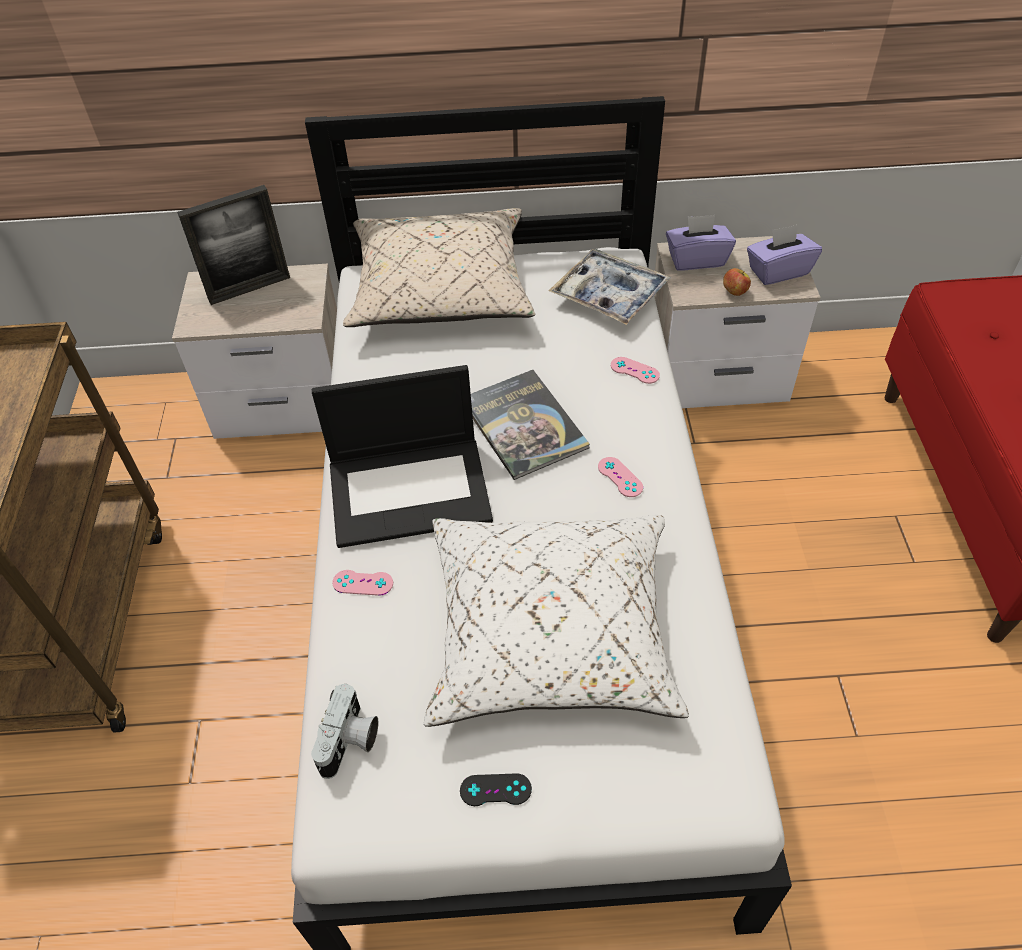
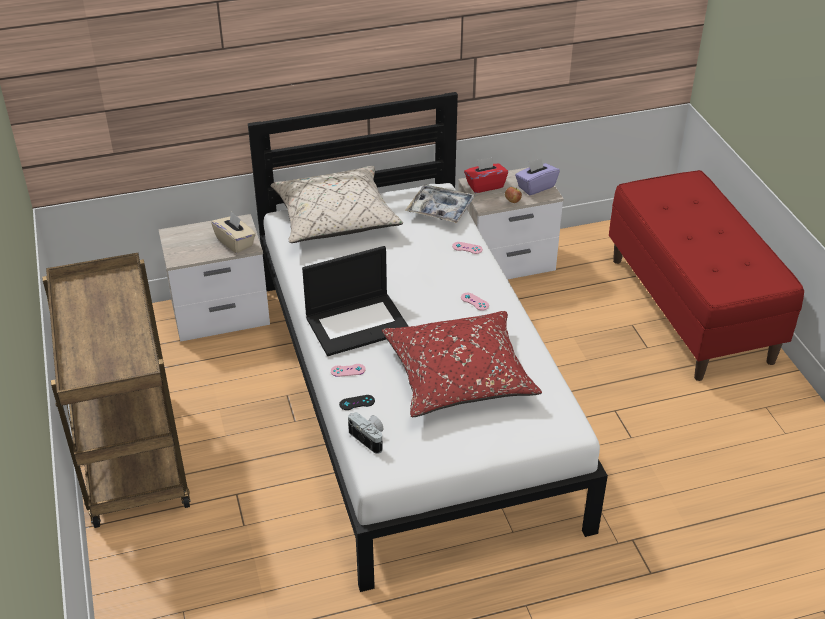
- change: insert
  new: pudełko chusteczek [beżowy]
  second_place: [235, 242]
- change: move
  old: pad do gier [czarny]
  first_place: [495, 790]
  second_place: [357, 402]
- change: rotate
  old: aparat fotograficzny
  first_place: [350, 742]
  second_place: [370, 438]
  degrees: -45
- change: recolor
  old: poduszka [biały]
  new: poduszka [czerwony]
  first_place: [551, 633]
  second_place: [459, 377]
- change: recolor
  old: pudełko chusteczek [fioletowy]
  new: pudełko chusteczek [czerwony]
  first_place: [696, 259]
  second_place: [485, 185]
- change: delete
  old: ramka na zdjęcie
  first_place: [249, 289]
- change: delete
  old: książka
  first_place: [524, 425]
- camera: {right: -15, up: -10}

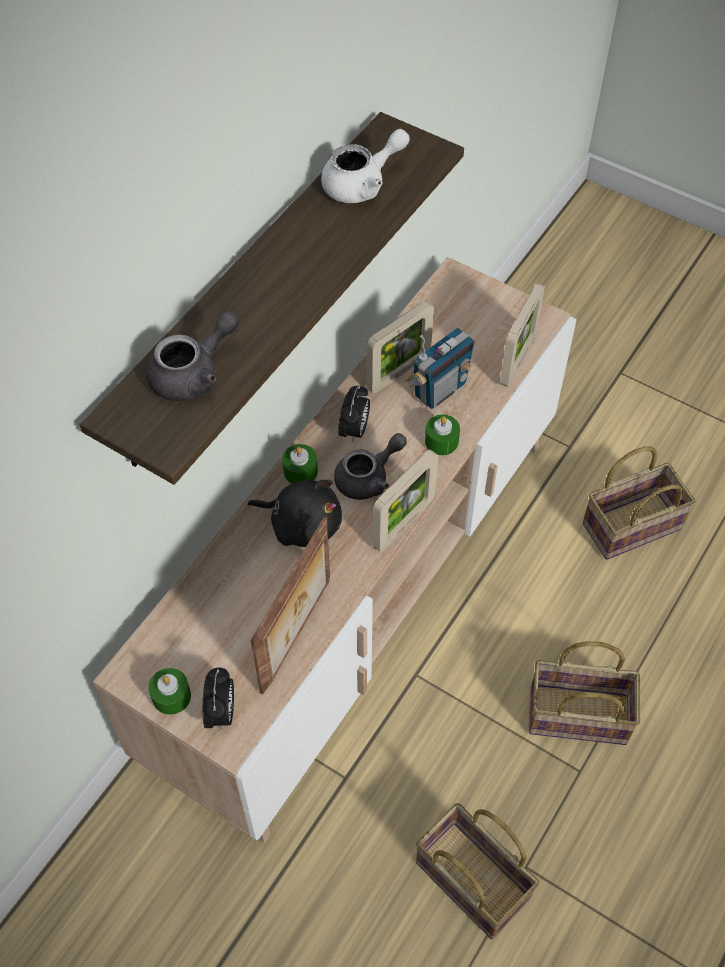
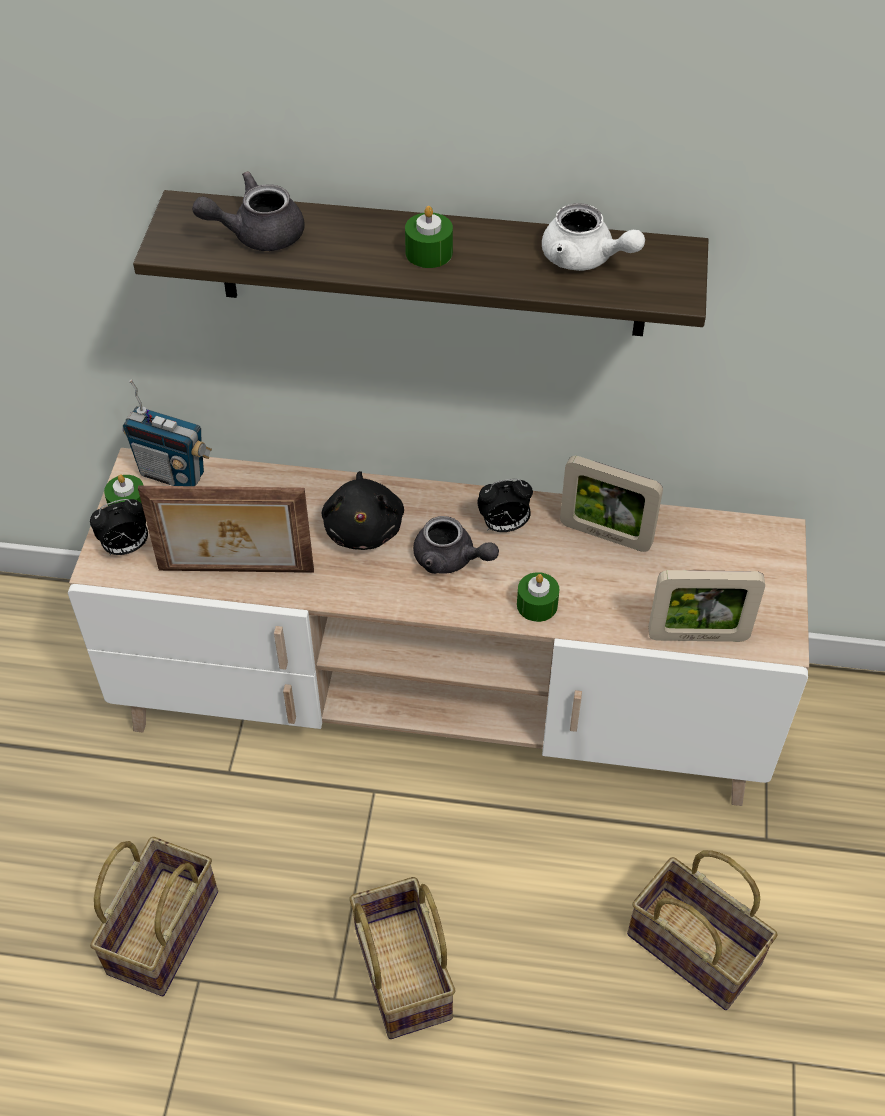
- change: move
  old: radio
  first_place: [439, 389]
  second_place: [173, 474]
- change: rotate
  old: imbryk [szary]
  first_place: [194, 374]
  second_place: [257, 234]
  degrees: 135
- change: move
  old: świeca [zielony]
  first_place: [300, 471]
  second_place: [429, 252]
- change: delete
  old: ramka na zdjęcie
  first_place: [403, 524]
- camera: {right: 65, up: -5}

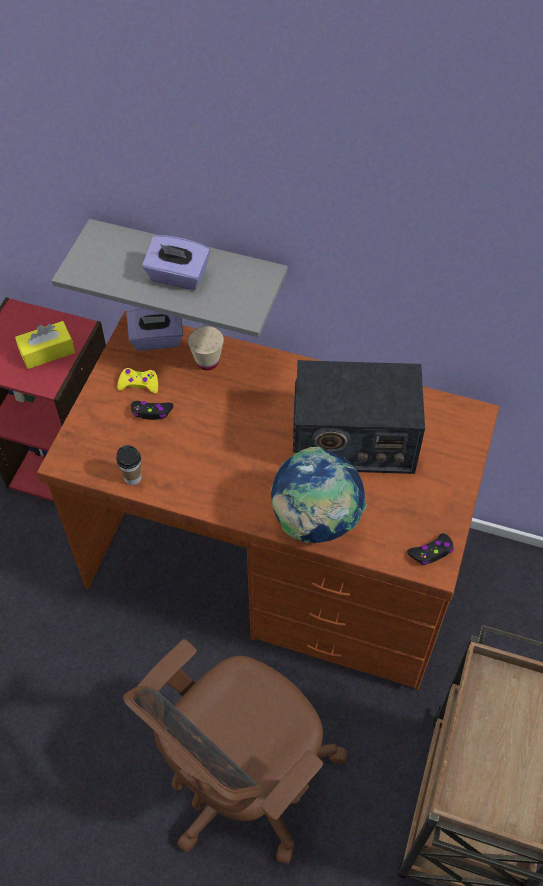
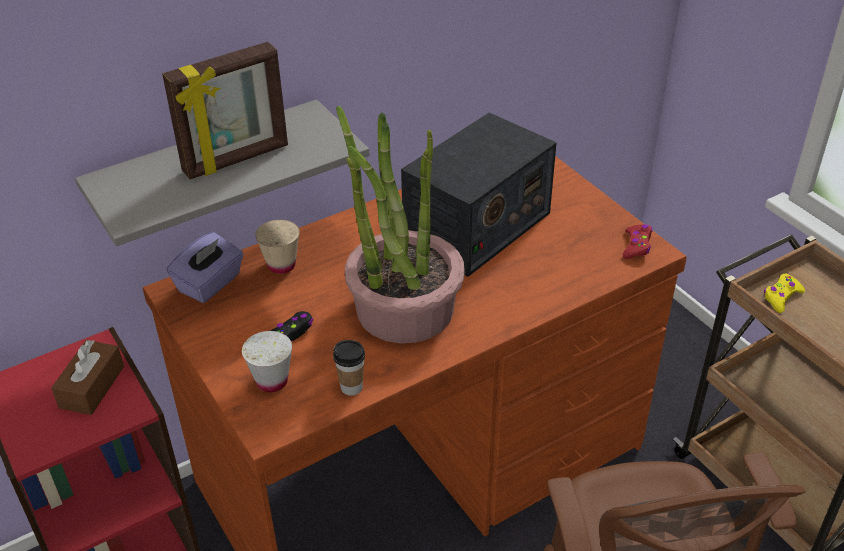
- change: recolor
  old: pudełko chusteczek [żółty]
  new: pudełko chusteczek [brązowy]
  first_place: [47, 351]
  second_place: [92, 387]
- change: replace
  old: pudełko chusteczek [fioletowy]
  new: ramka na zdjęcie
  first_place: [177, 276]
  second_place: [236, 160]
- change: insert
  new: filiżanka [biały]
  second_place: [272, 381]
- change: insert
  new: roślina doniczkowa
  second_place: [404, 308]
- change: recolor
  old: pad do gier [czarny]
  new: pad do gier [czerwony]
  first_place: [431, 552]
  second_place: [636, 246]
- change: move
  old: pad do gier [żółty]
  first_place: [139, 384]
  second_place: [781, 297]
- change: delete
  old: globus
  first_place: [314, 521]
- camera: {right: -50, up: -15}

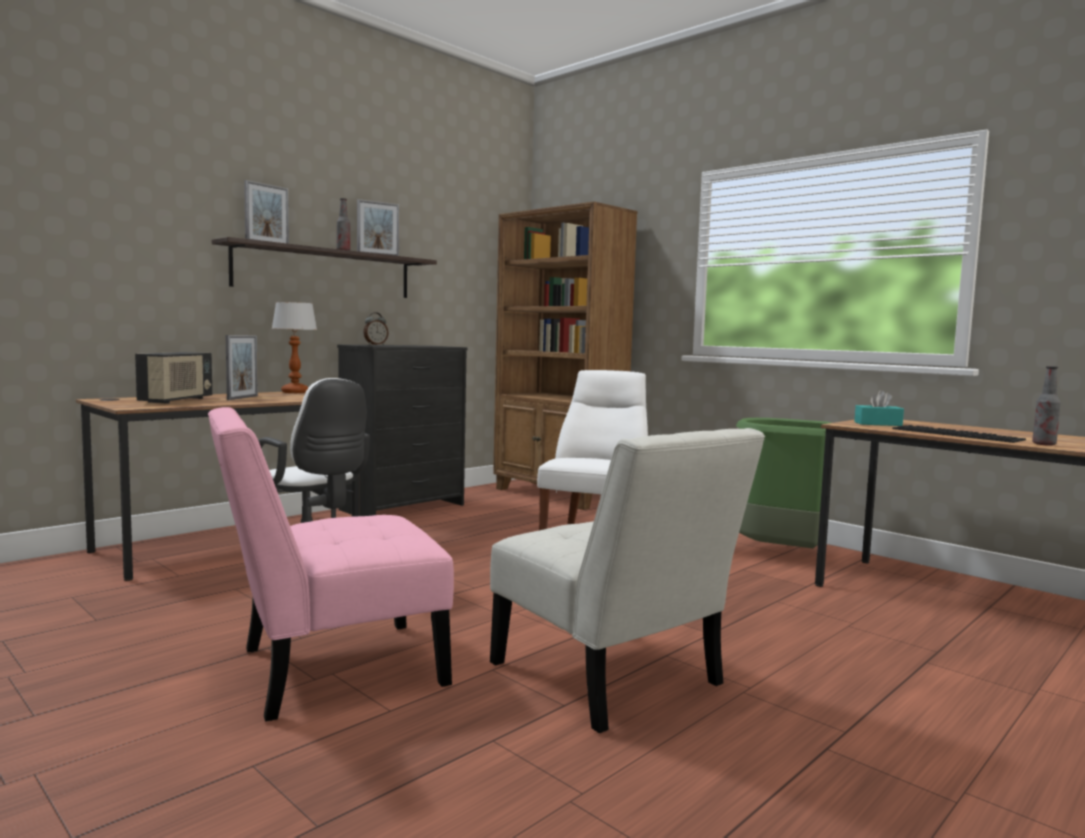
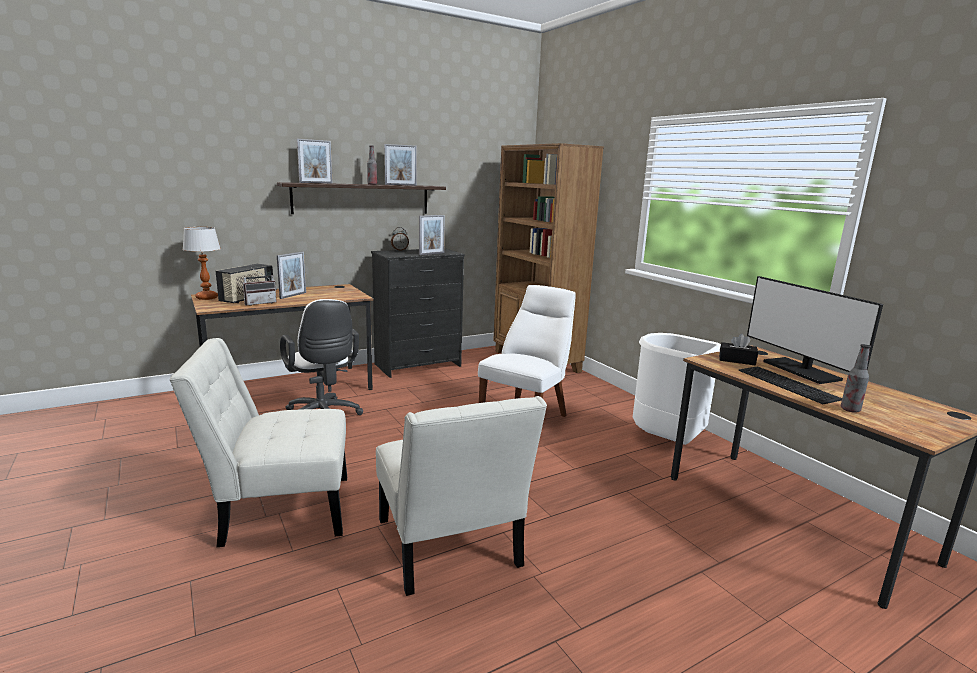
- change: recolor
  old: krzesło [różowy]
  new: krzesło [biały]
  first_place: [329, 669]
  second_place: [279, 509]
- change: move
  old: lampa stołowa
  first_place: [294, 392]
  second_place: [206, 298]
- change: insert
  new: radio
  second_place: [260, 303]
- change: insert
  new: ramka na zdjęcie
  second_place: [431, 254]
- change: recolor
  old: kosz na śmieci [zielony]
  new: kosz na śmieci [biały]
  first_place: [780, 554]
  second_place: [666, 441]
- change: recolor
  old: pudełko chusteczek [turkusowy]
  new: pudełko chusteczek [czarny]
  first_place: [878, 424]
  second_place: [737, 360]
- change: insert
  new: monitor
  second_place: [801, 371]
- camera: {right: 15, up: 10}

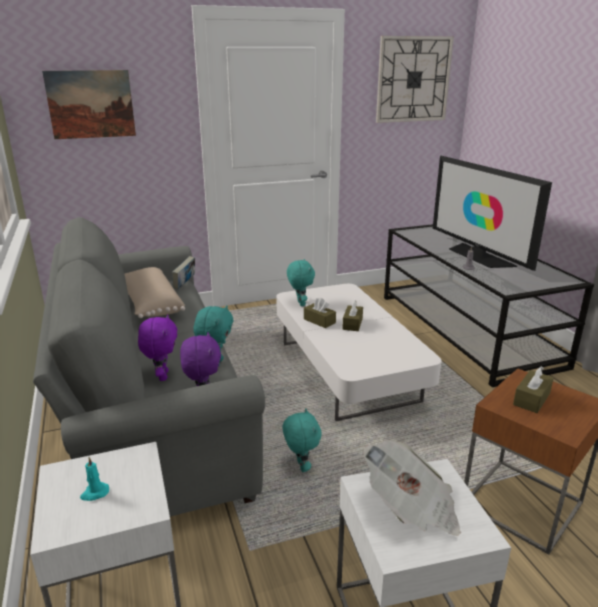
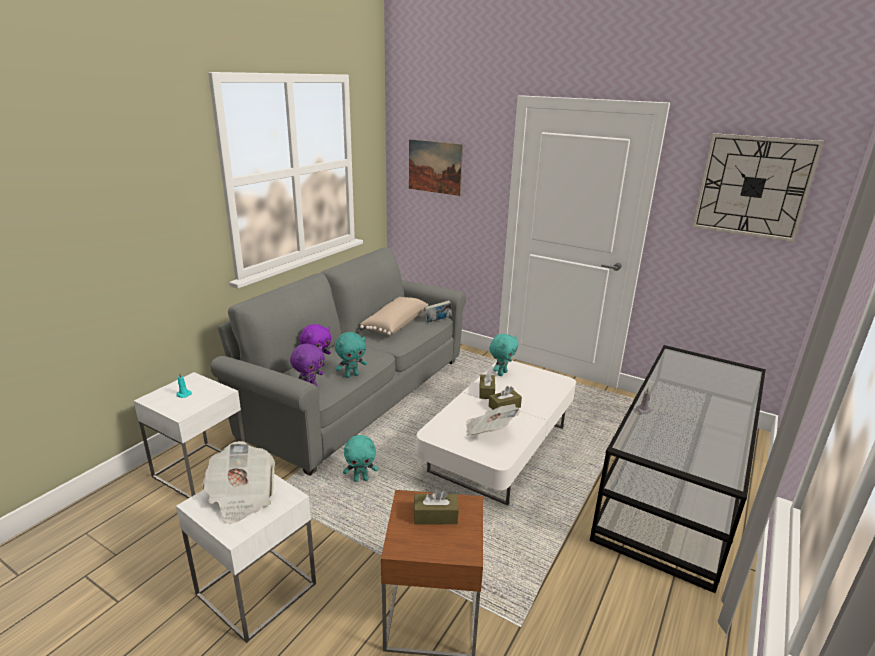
- change: rotate
  old: pluszak [turkusowy]
  first_place: [301, 466]
  second_place: [361, 479]
  degrees: 45
- change: insert
  new: gazeta
  second_place: [489, 431]
- change: delete
  old: telewizor
  first_place: [478, 256]
- camera: {right: 50, up: 0}

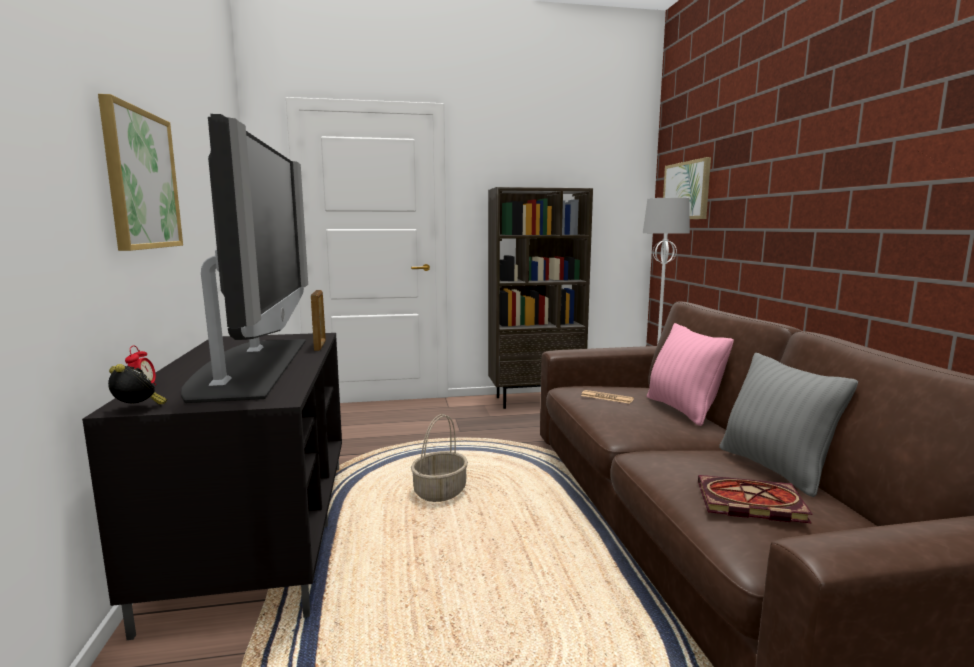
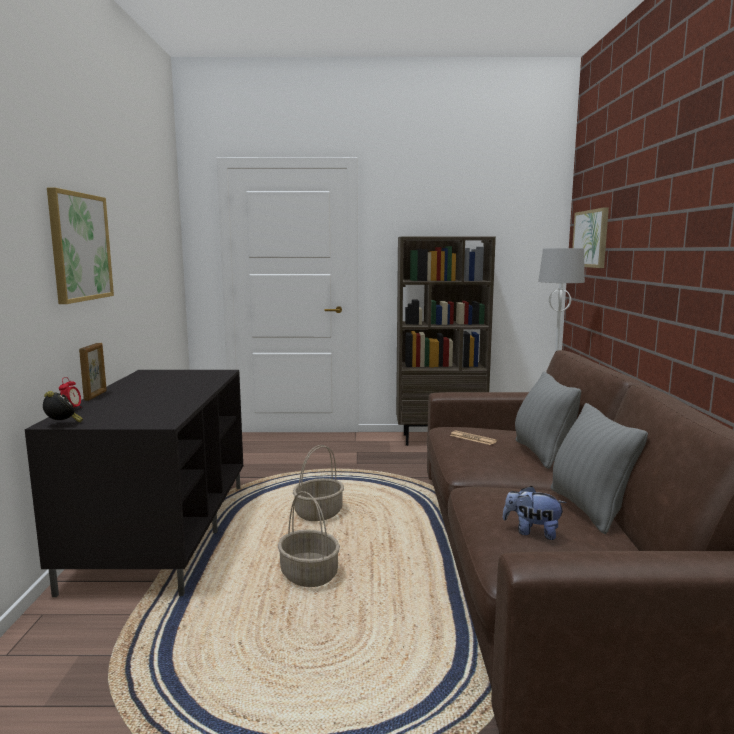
- change: move
  old: ramka na zdjęcie
  first_place: [320, 346]
  second_place: [96, 396]
- change: insert
  new: koszyk
  second_place: [308, 575]
- change: replace
  old: książka
  new: pluszak
  first_place: [748, 503]
  second_place: [532, 532]
- change: recolor
  old: poduszka [różowy]
  new: poduszka [szary]
  first_place: [682, 410]
  second_place: [542, 454]
- change: delete
  old: telewizor
  first_place: [252, 366]
- camera: {right: 10, up: 0}

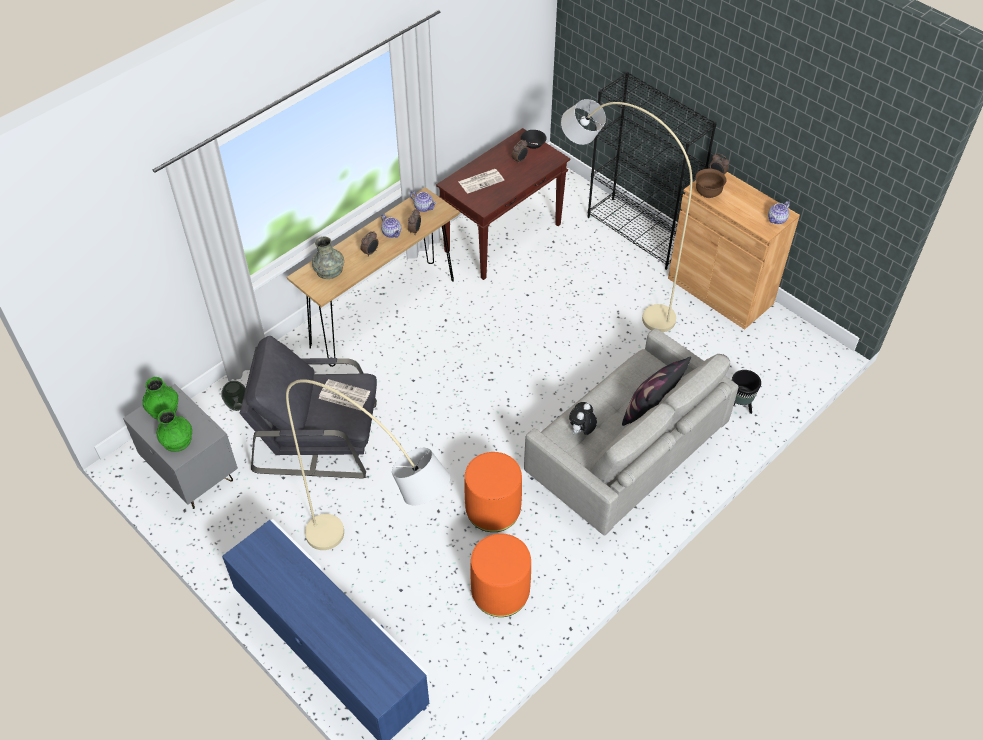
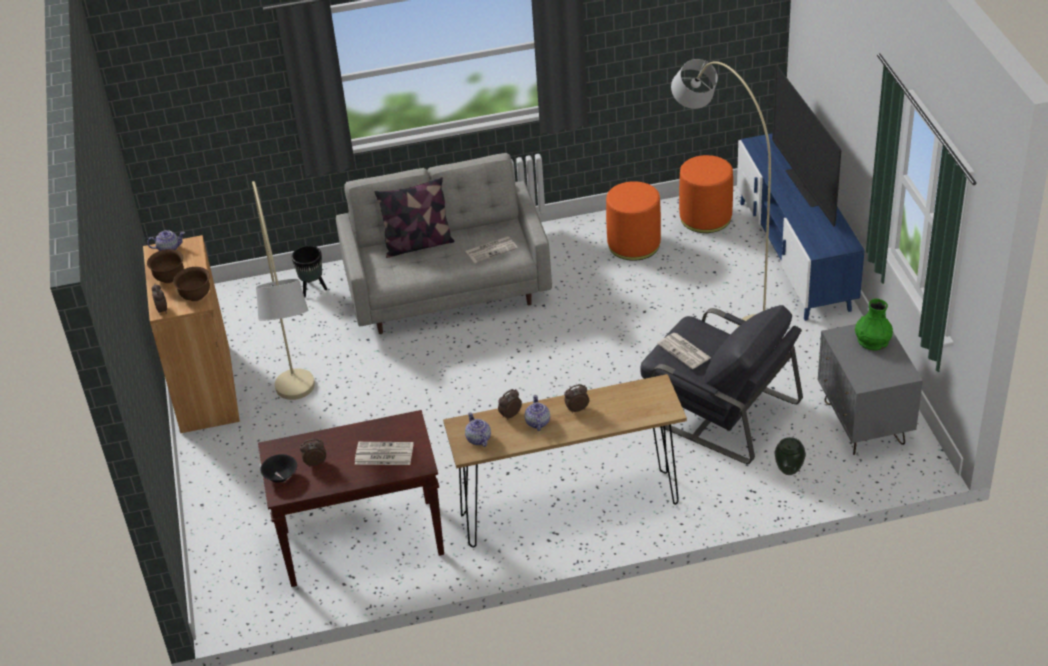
- change: insert
  new: miska [brązowy]
  second_place: [169, 277]
- change: replace
  old: pluszak
  new: gazeta
  first_place: [581, 431]
  second_place: [491, 249]
- change: move
  old: pufa [pomarańczowy]
  first_place: [493, 509]
  second_place: [705, 217]
- change: insert
  new: telewizor
  second_place: [803, 187]
- change: delete
  old: wazon [zielony]
  first_place: [163, 408]
- change: delete
  old: wazon [szary]
  first_place: [329, 270]
- change: delete
  old: regał [czarny]
  first_place: [639, 233]
- camera: {right: -145, up: -10}

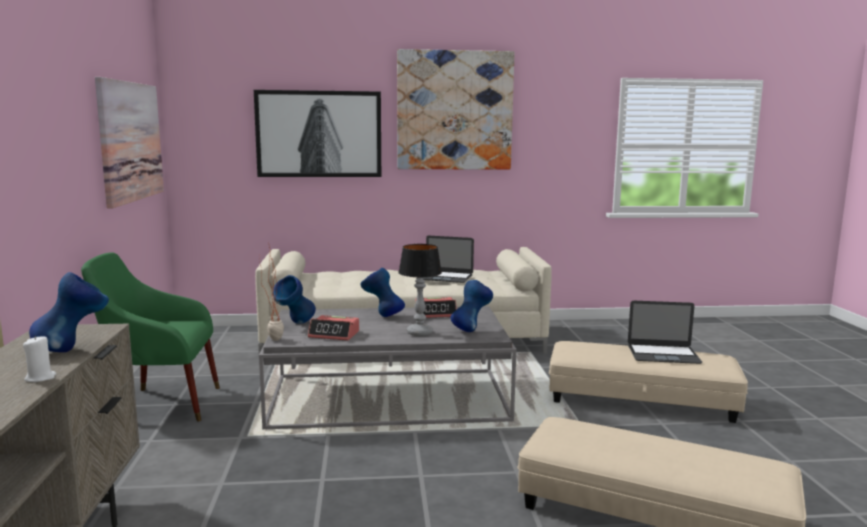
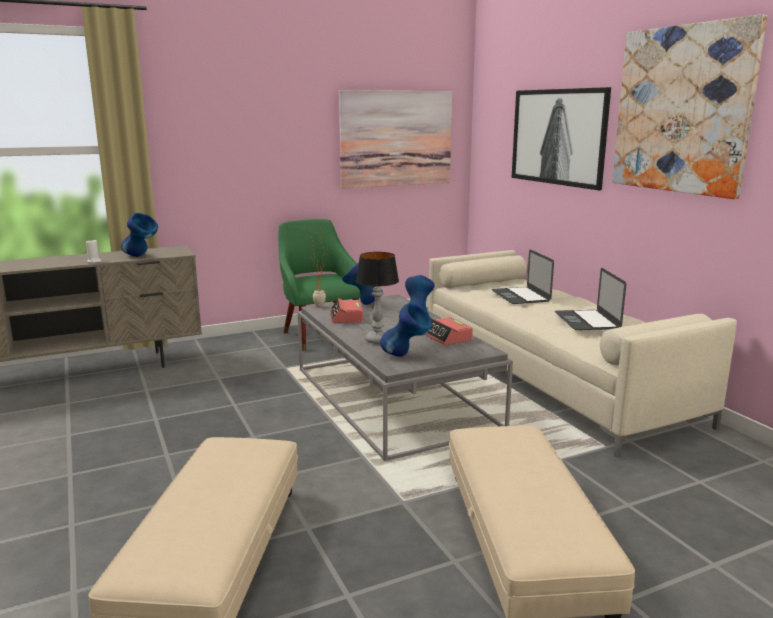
- change: move
  old: laptop
  first_place: [663, 354]
  second_place: [520, 296]
- camera: {right: 70, up: 5}

